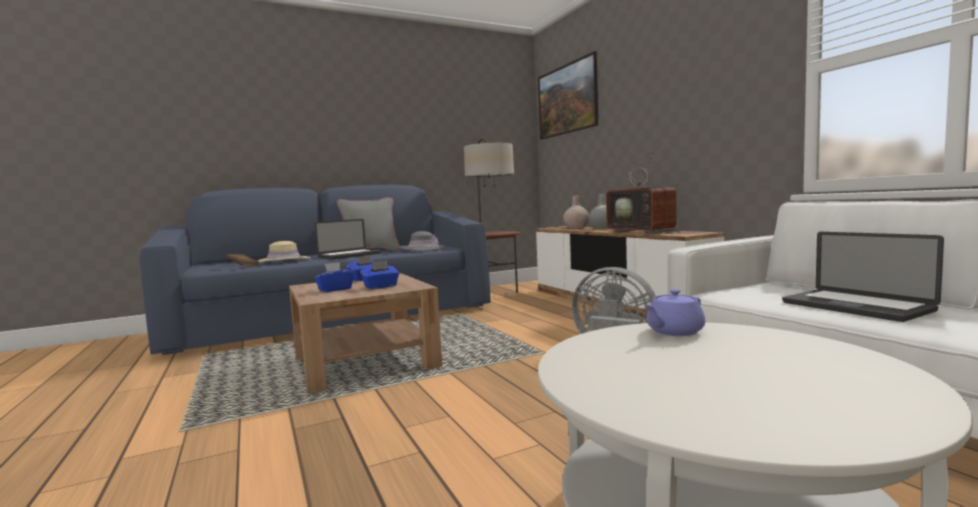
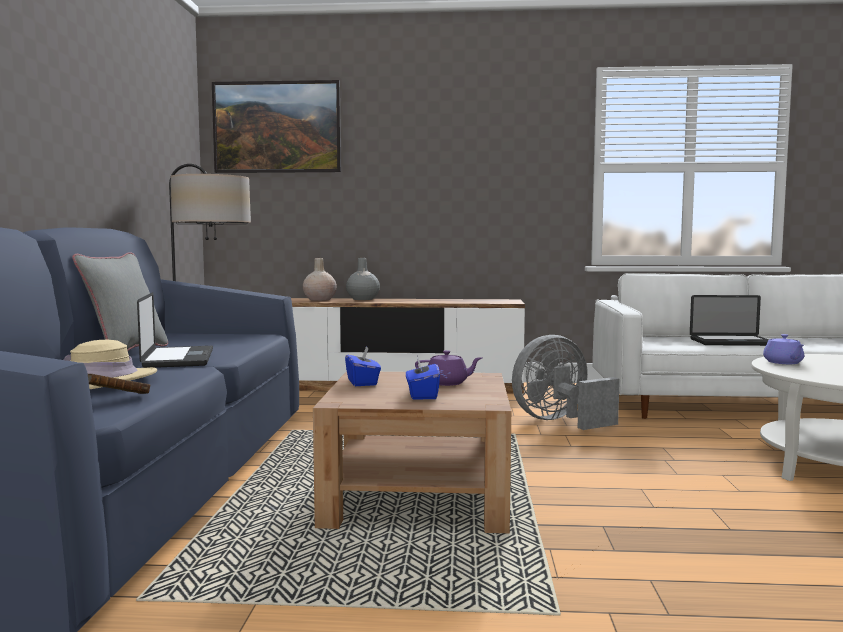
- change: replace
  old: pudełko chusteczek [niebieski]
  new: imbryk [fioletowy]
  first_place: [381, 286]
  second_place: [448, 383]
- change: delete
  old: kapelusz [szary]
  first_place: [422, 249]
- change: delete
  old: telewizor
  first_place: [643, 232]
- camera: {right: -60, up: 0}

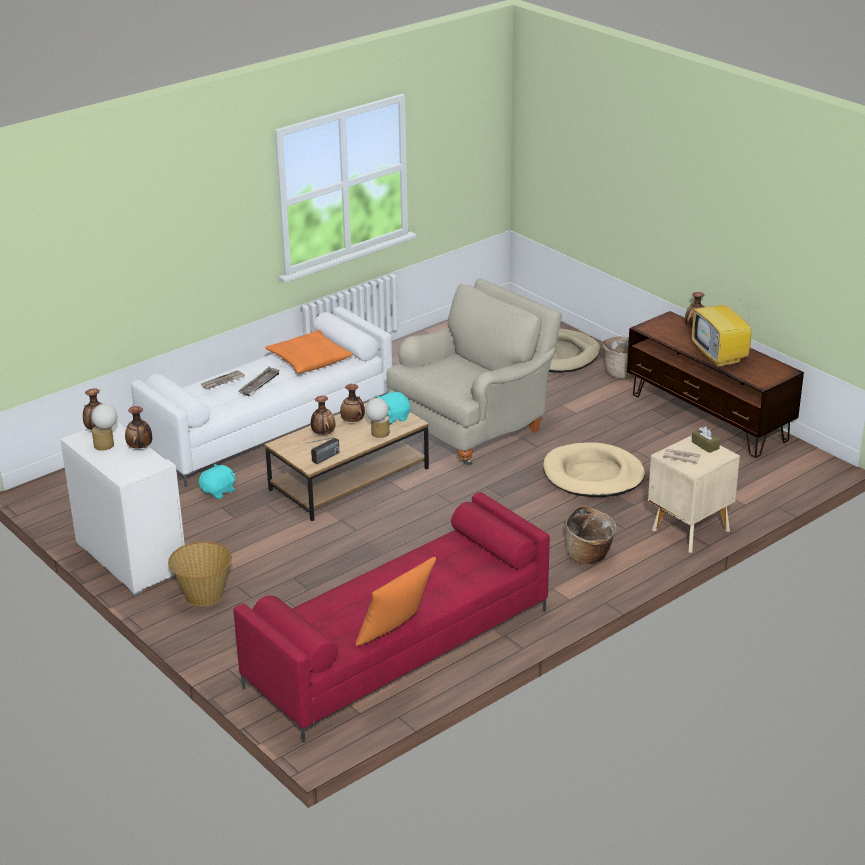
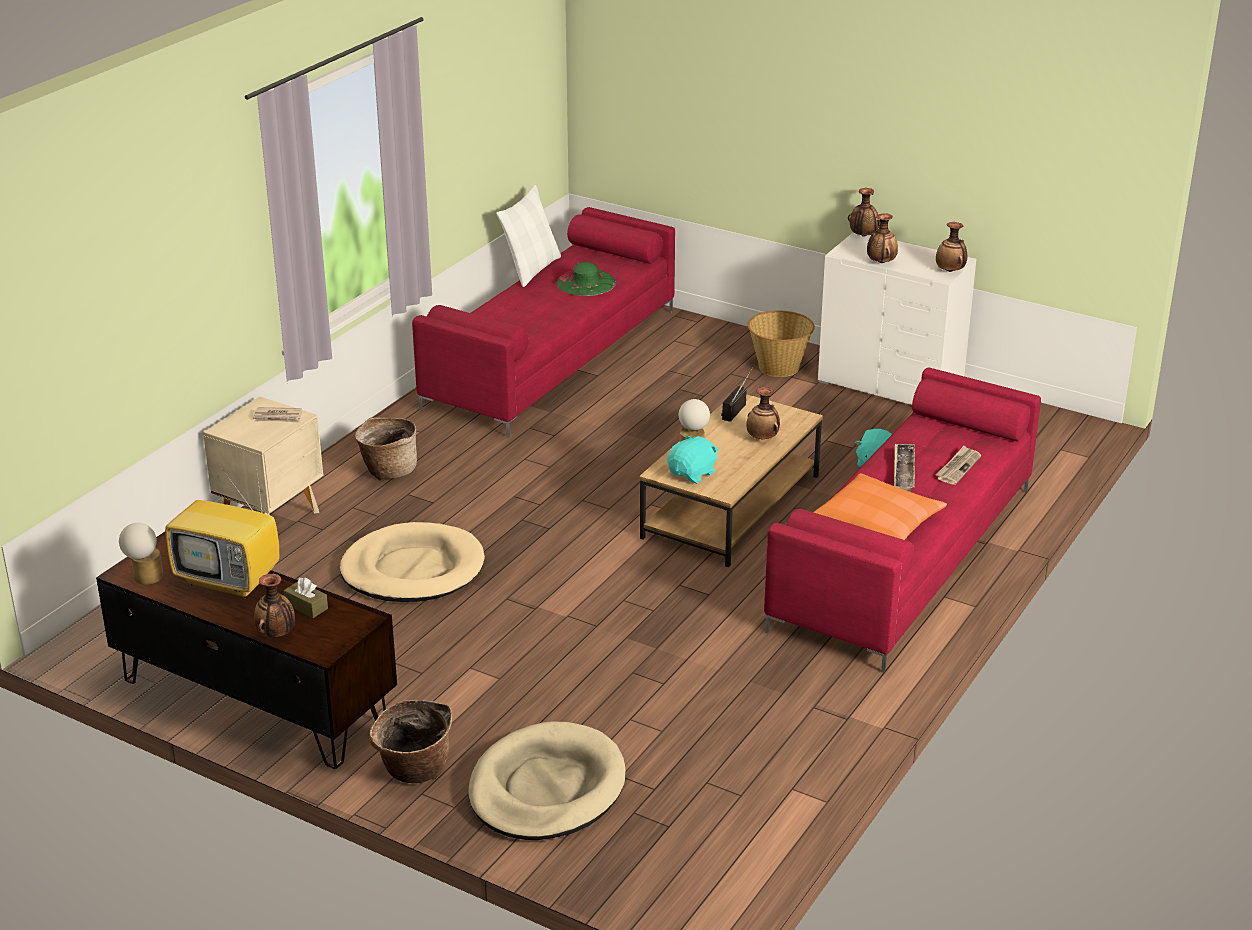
- change: move
  old: lampa stołowa
  first_place: [107, 444]
  second_place: [144, 578]
- change: rotate
  old: telewizor
  first_place: [720, 357]
  second_place: [230, 581]
  degrees: 150
- change: move
  old: pudełko chusteczek [brązowy]
  first_place: [705, 445]
  second_place: [306, 606]
- change: recolor
  old: poduszka [pomarańczowy]
  new: poduszka [biały]
  first_place: [395, 632]
  second_place: [531, 269]
- change: insert
  new: kapelusz [zielony]
  second_place: [586, 283]
- change: recolor
  old: kanapa [biały]
  new: kanapa [czerwony]
  first_place: [269, 426]
  second_place: [904, 559]
- change: move
  old: wazon
  first_place: [353, 421]
  second_place: [863, 236]
- change: delete
  old: fotel [beżowy]
  first_place: [473, 427]
- camera: {right: 160, up: 0}

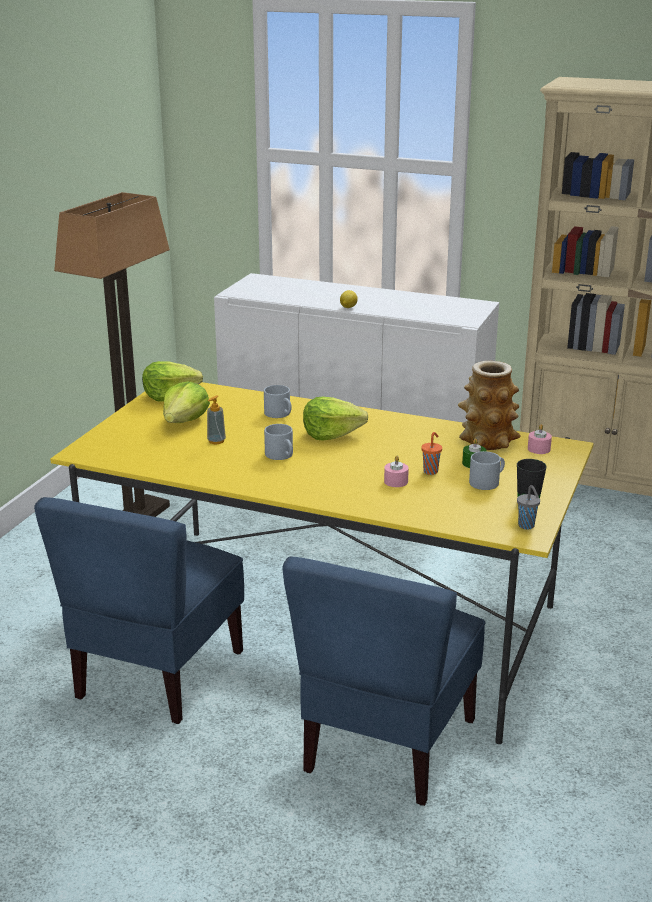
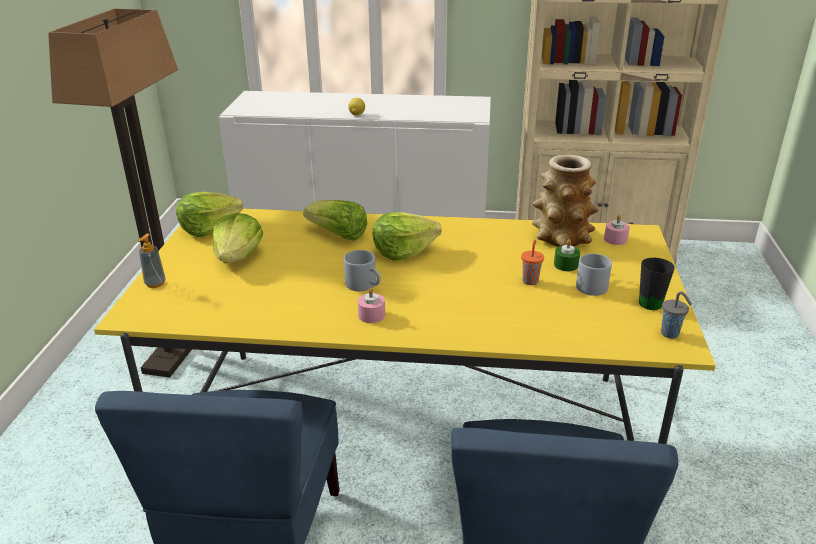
- change: move
  old: dozownik mydła
  first_place: [216, 441]
  second_place: [155, 283]
- change: replace
  old: kubek [szary]
  new: sałata
  first_place: [280, 414]
  second_place: [338, 235]
- change: move
  old: świeca [różowy]
  first_place: [396, 481]
  second_place: [371, 315]
- camera: {right: -15, up: 5}

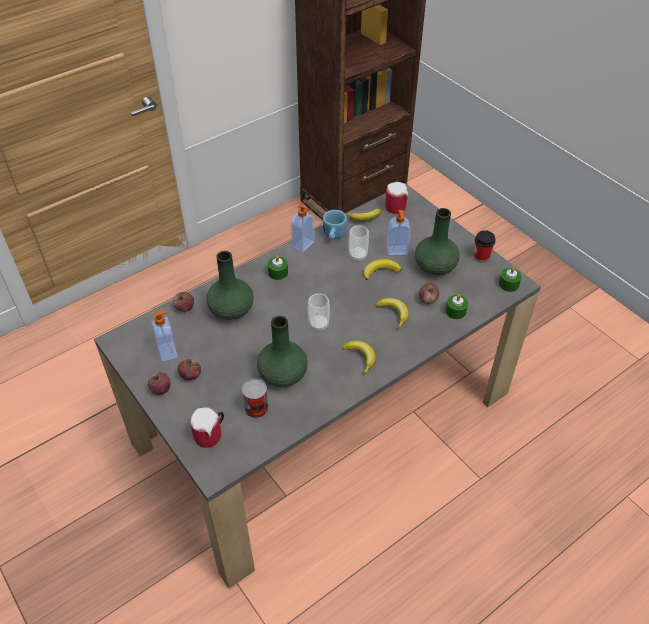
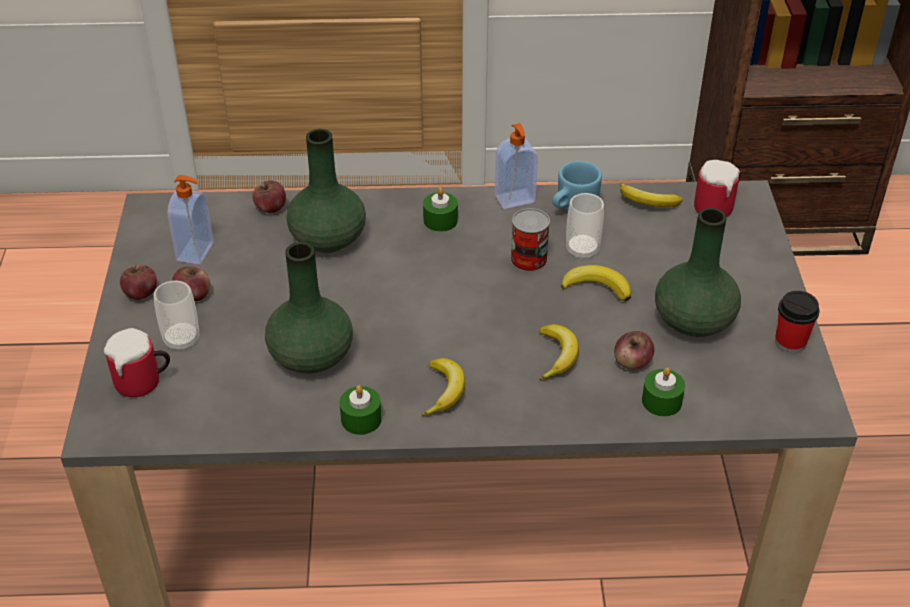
- change: move
  old: filiżanka
  first_place: [318, 325]
  second_place: [182, 340]
- change: move
  old: świeca [zielony]
  first_place: [508, 284]
  second_place: [361, 419]
- change: move
  old: puszka
  first_place: [256, 408]
  second_place: [528, 259]
- change: delete
  old: dozownik mydła
  first_place: [397, 251]
- camera: {right: 35, up: -5}

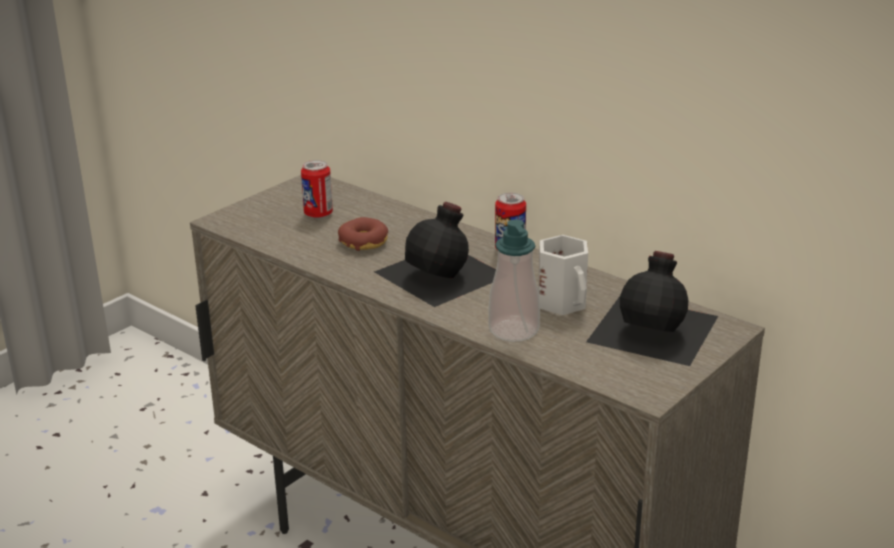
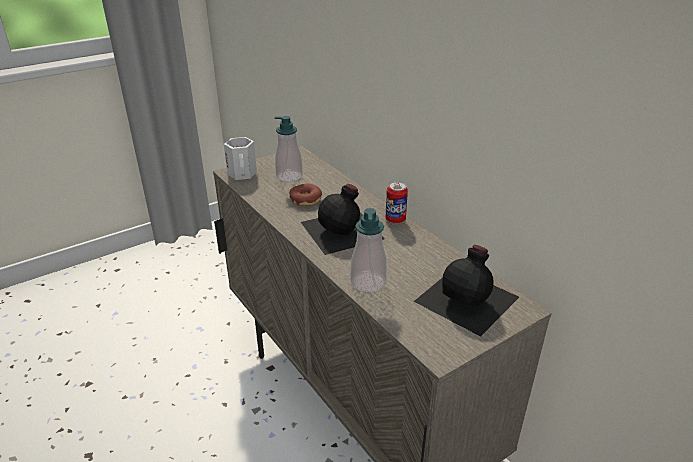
- change: move
  old: kubek [biały]
  first_place: [564, 302]
  second_place: [243, 174]
- change: replace
  old: puszka
  new: dozownik mydła
  first_place: [318, 214]
  second_place: [289, 176]
- camera: {right: 15, up: 5}

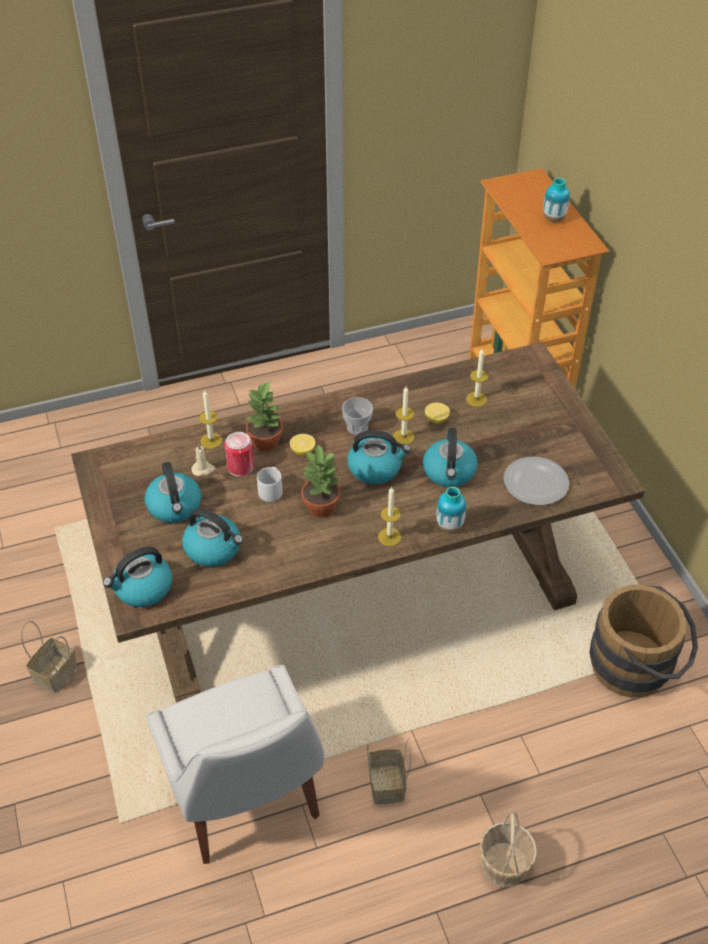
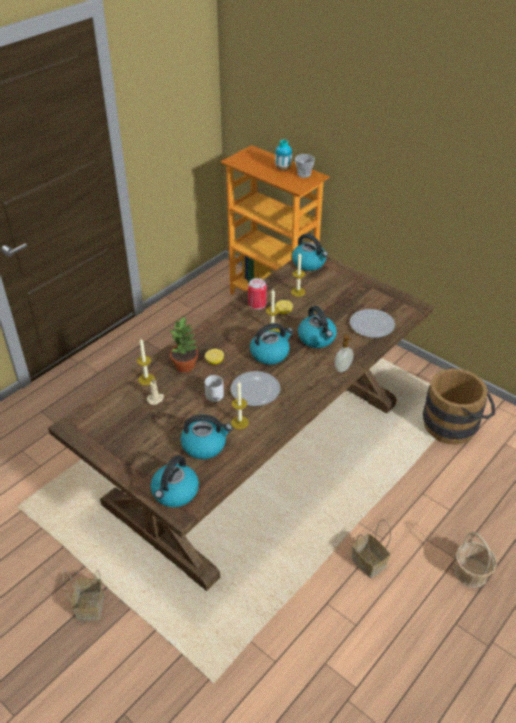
- change: replace
  old: roślina doniczkowa
  new: talerz
  first_place: [322, 506]
  second_place: [255, 389]
- change: move
  old: świeca
  first_place: [389, 537]
  second_place: [239, 422]
- change: move
  old: puszka
  first_place: [240, 467]
  second_place: [257, 304]
- change: move
  old: czajnik
  first_place: [175, 506]
  second_place: [309, 263]
- change: move
  old: filiżanka
  first_place: [357, 427]
  second_place: [304, 174]
- change: replace
  old: wazon
  new: dozownik mydła
  first_place: [449, 526]
  second_place: [343, 368]
- change: delete
  old: krzesło [biały]
  first_place: [245, 800]
- camera: {right: -30, up: -5}

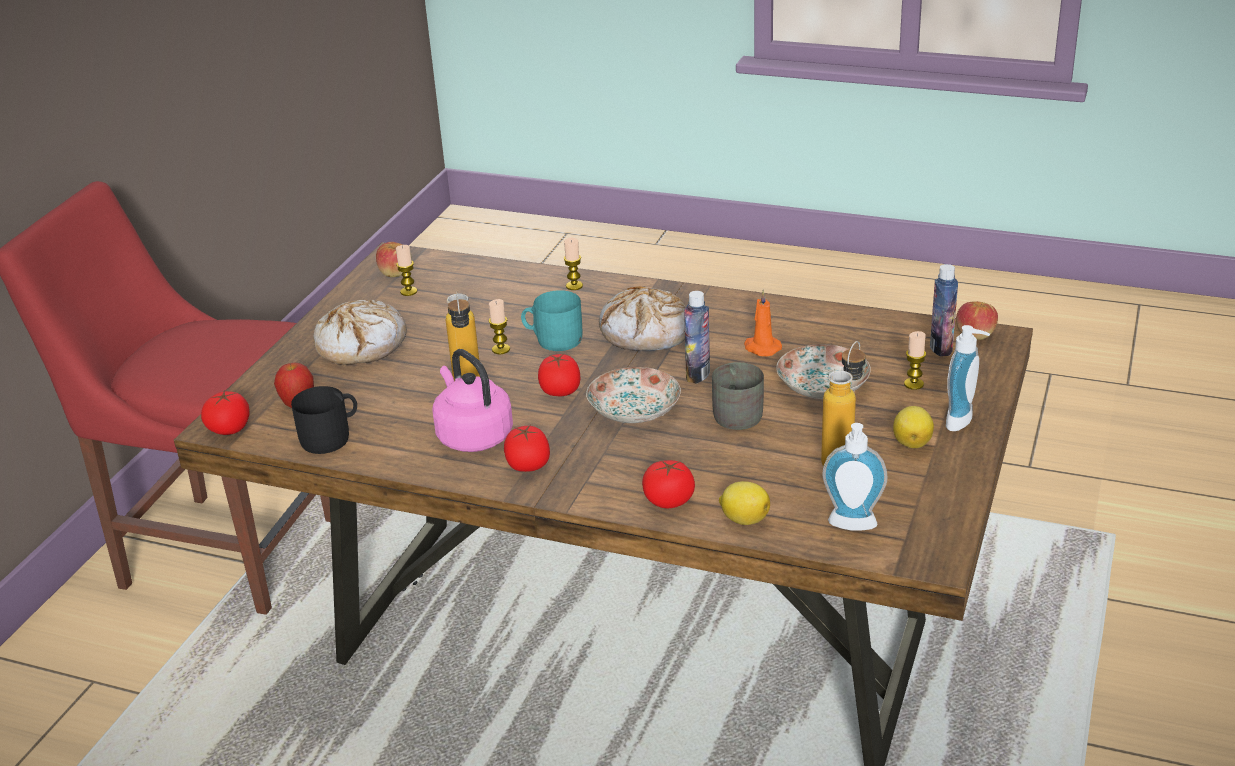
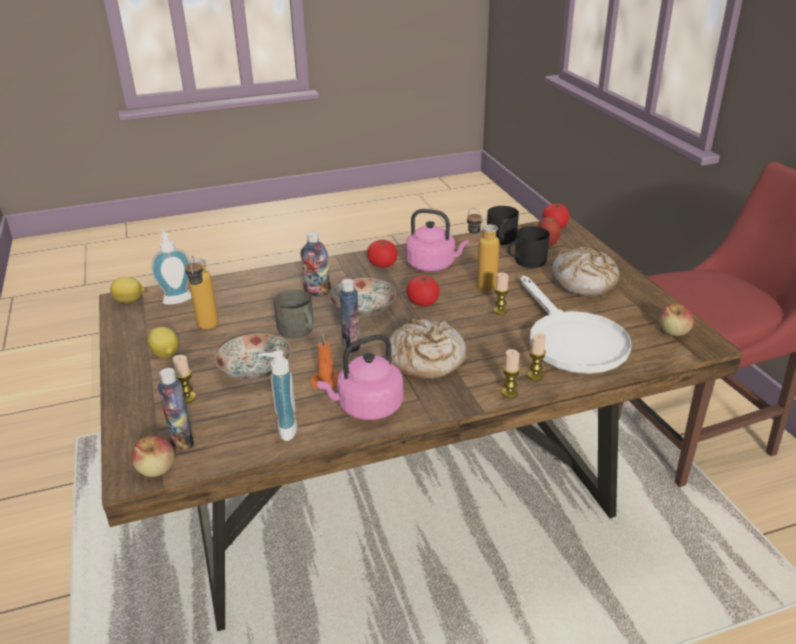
- change: move
  old: cytryna
  first_place: [744, 519]
  second_place: [130, 301]
- change: move
  old: dozownik mydła
  first_place: [964, 422]
  second_place: [283, 429]
- change: insert
  new: butelka
  second_place: [317, 292]
- change: insert
  new: czajnik [różowy]
  second_place: [367, 407]
- change: move
  old: świeca
  first_place: [408, 291]
  second_place: [509, 393]
- change: insert
  new: kubek [czarny]
  second_place: [526, 261]
- change: insert
  new: patelnia [biały]
  second_place: [570, 340]
- change: delete
  old: kubek [turkusowy]
  first_place: [553, 339]
- change: delete
  old: pomidor
  first_place: [669, 501]
- camera: {right: 140, up: 0}

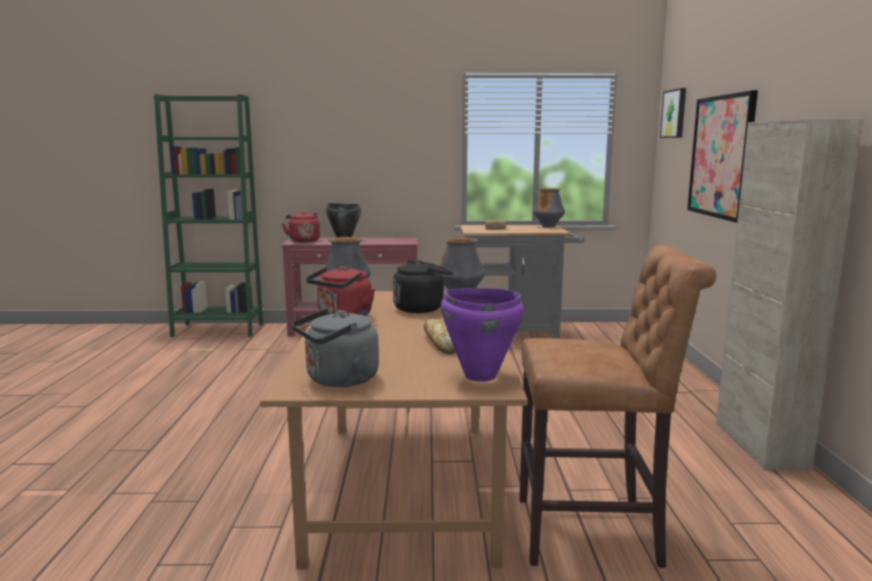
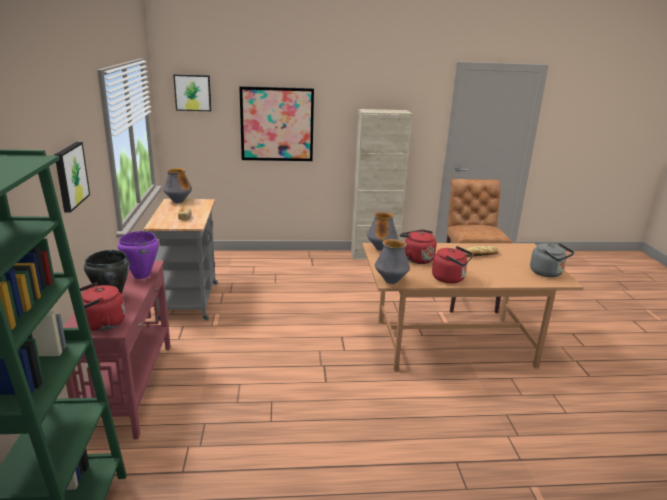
- change: insert
  new: obraz
  second_place: [70, 176]
- change: move
  old: garnek [fioletowy]
  first_place: [479, 376]
  second_place: [141, 275]
- change: recolor
  old: czajnik [czarny]
  new: czajnik [czerwony]
  first_place: [421, 308]
  second_place: [416, 259]
- camera: {right: -95, up: 10}

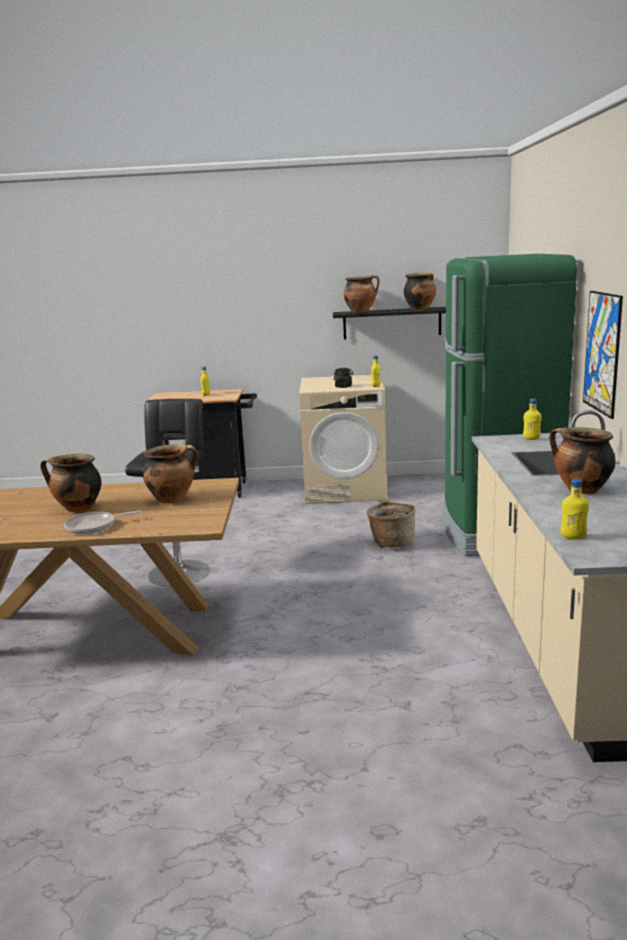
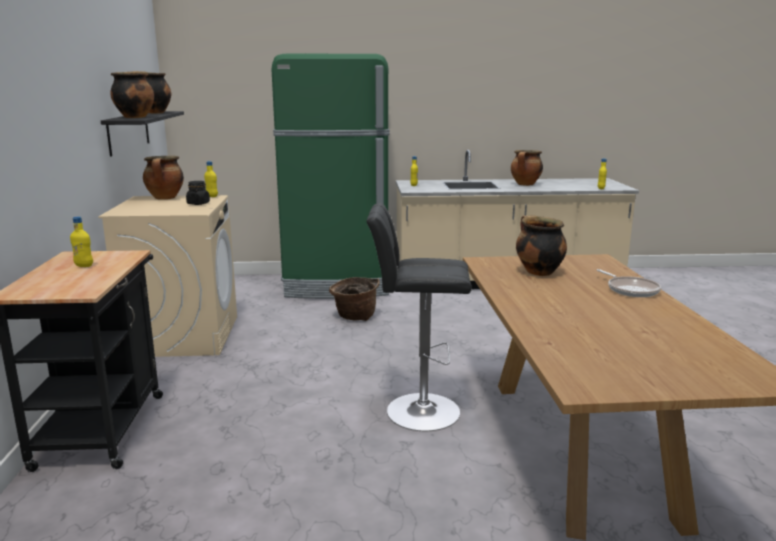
- change: move
  old: garnek
  first_place: [77, 508]
  second_place: [165, 198]
- change: delete
  old: obraz
  first_place: [602, 352]
- camera: {right: -95, up: 0}

